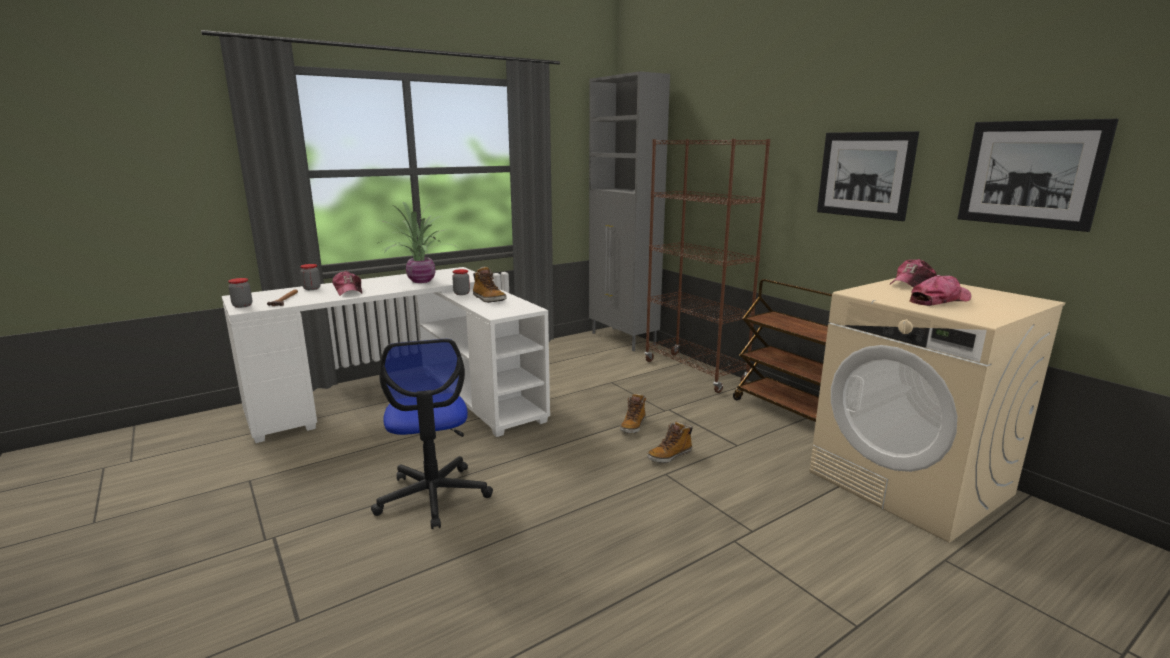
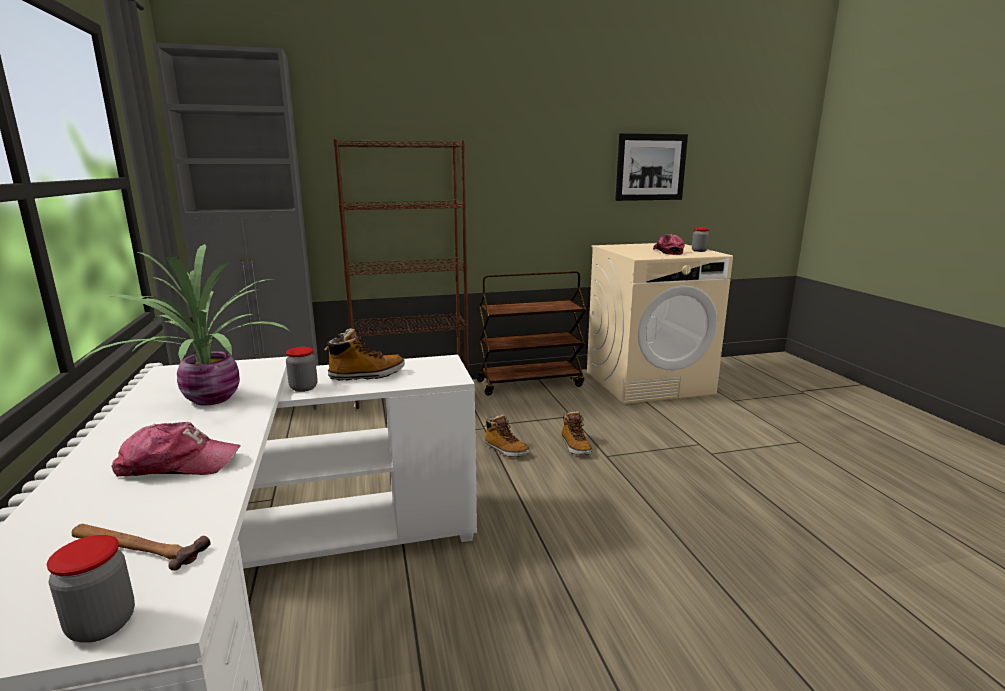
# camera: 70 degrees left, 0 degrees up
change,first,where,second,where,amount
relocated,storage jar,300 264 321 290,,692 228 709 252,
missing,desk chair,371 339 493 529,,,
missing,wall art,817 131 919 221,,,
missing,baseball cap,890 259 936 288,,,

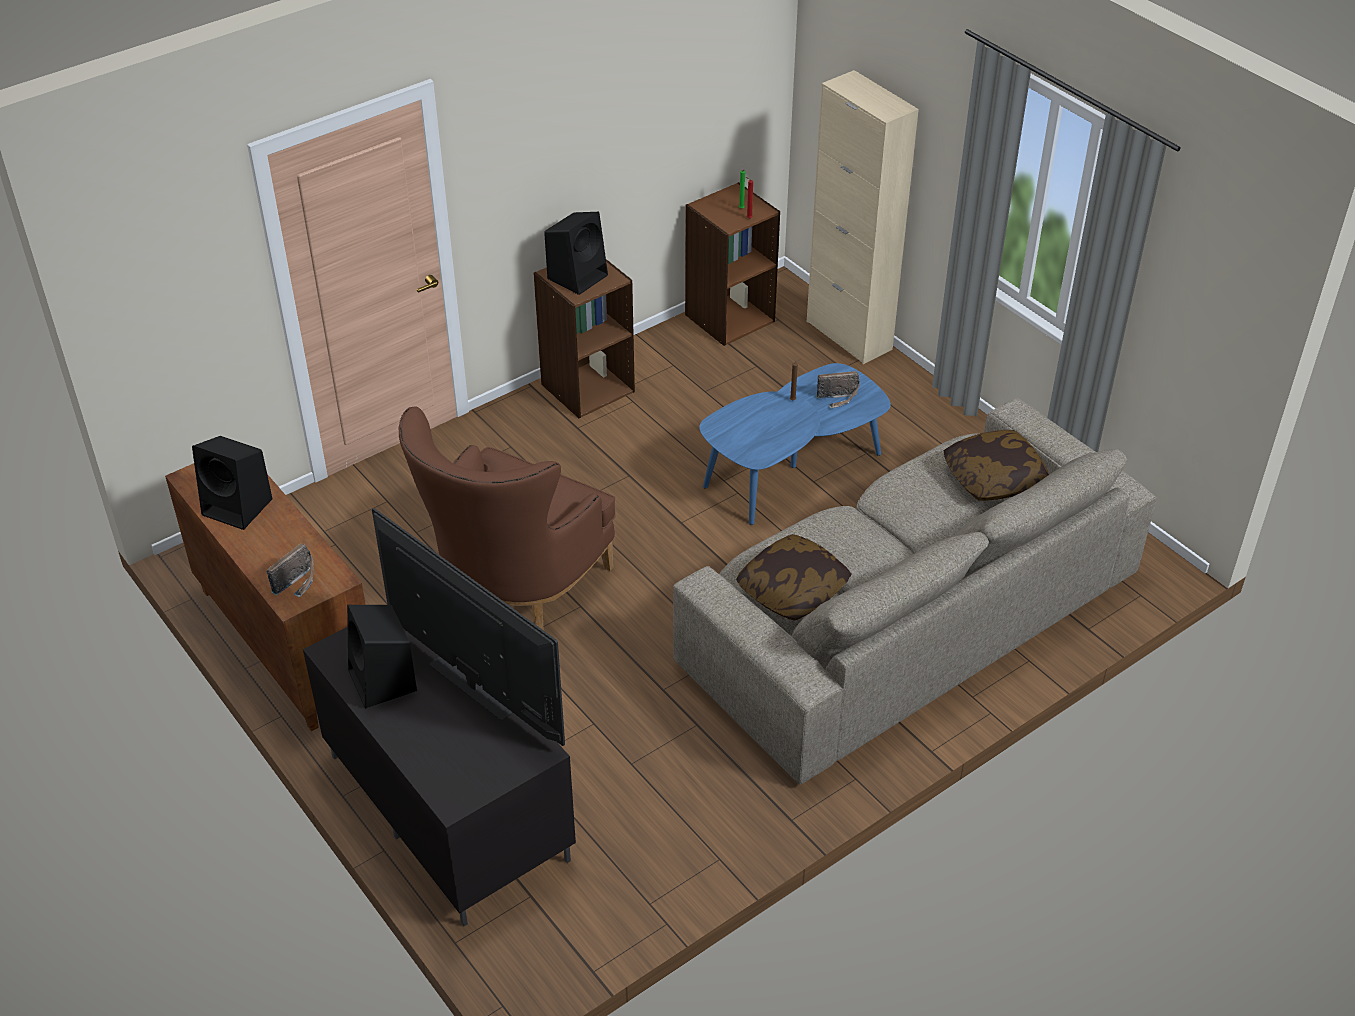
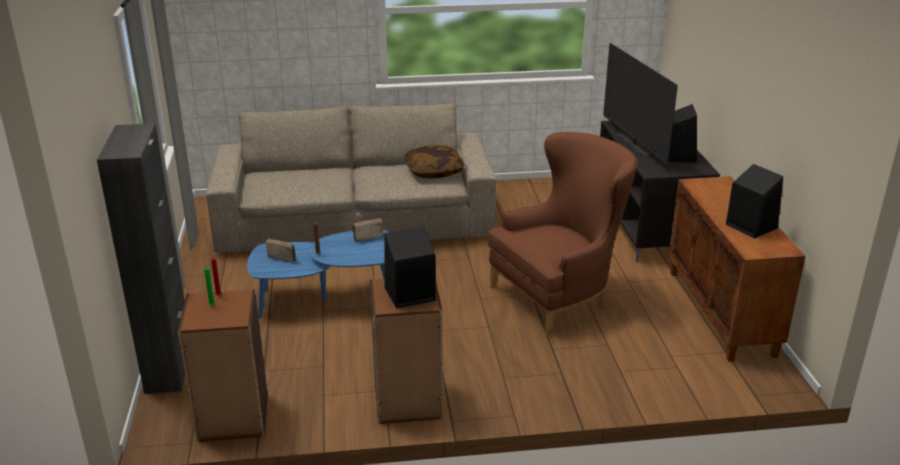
# camera: 150 degrees left, 15 degrees down
change,first,where,second,where,amount
colour,cupboard (beige),807 70 919 364,cupboard (black-coloured),97 123 185 394,
relocated,radio,267 543 314 597,,352 218 384 241,
missing,throw pillow,943 430 1049 501,,,

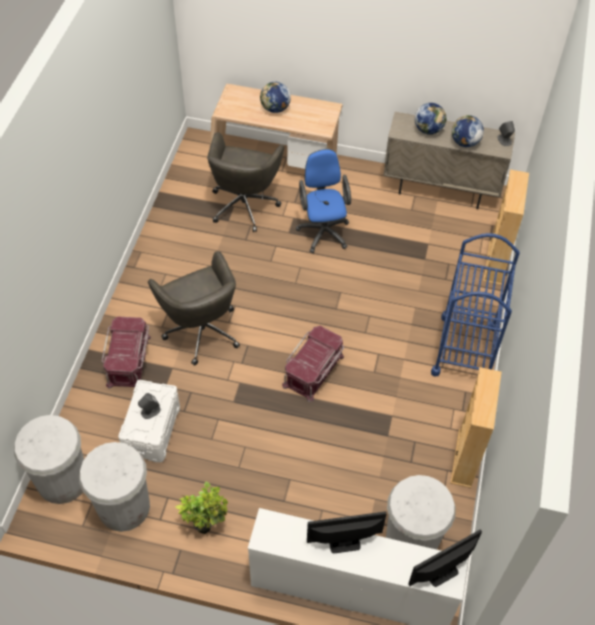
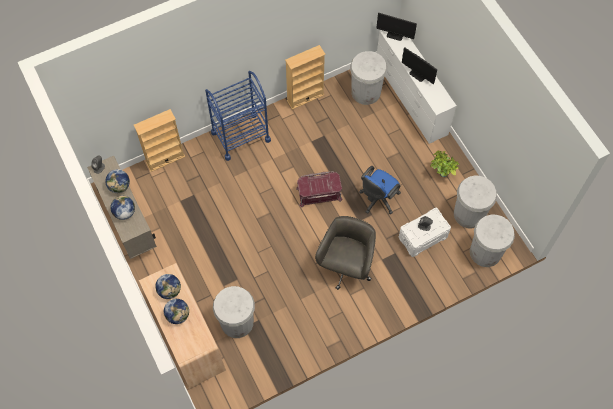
# camera: 130 degrees left, 10 degrees up
change,first,where,second,where,amount
appeared,,,world globe,155 274 181 299,
exchanged,desk chair (grey),207 132 284 232,trash can (white-coloured),213 286 255 338,
relocated,desk chair (bluish),296 149 351 253,,359 166 401 214,
missing,storage container (red),102 317 151 389,,,

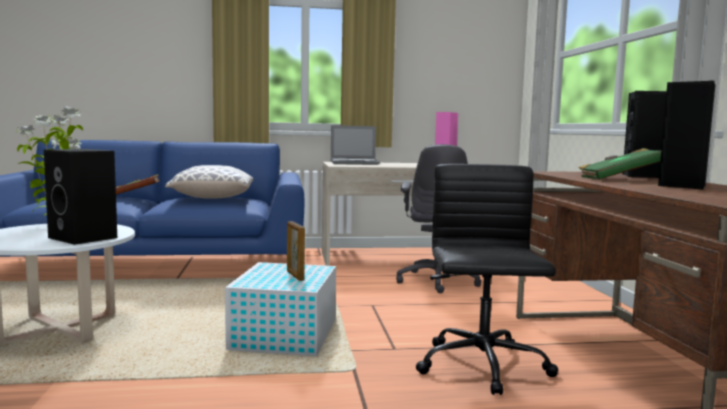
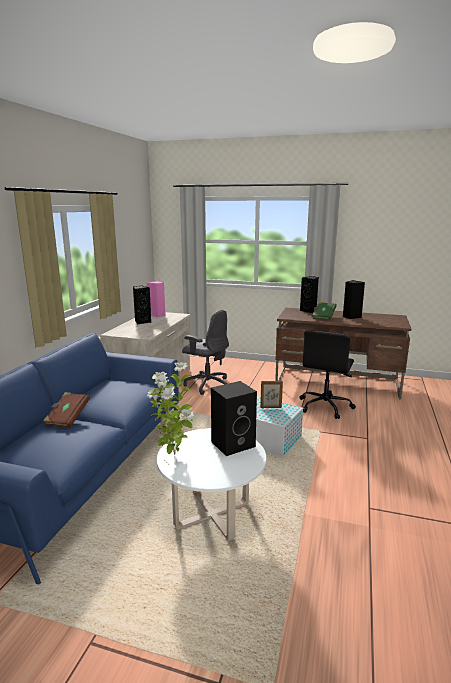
# camera: 65 degrees left, 10 degrees up
change,first,where,second,where,amount
appeared,,,speaker (black-coloured),133 286 151 324,
spun,desk chair (black-coloured),416 164 558 395,,299 331 356 419,90 degrees counterclockwise
missing,throw pillow,165 165 253 199,,,
missing,notebook computer,331 125 380 165,,,

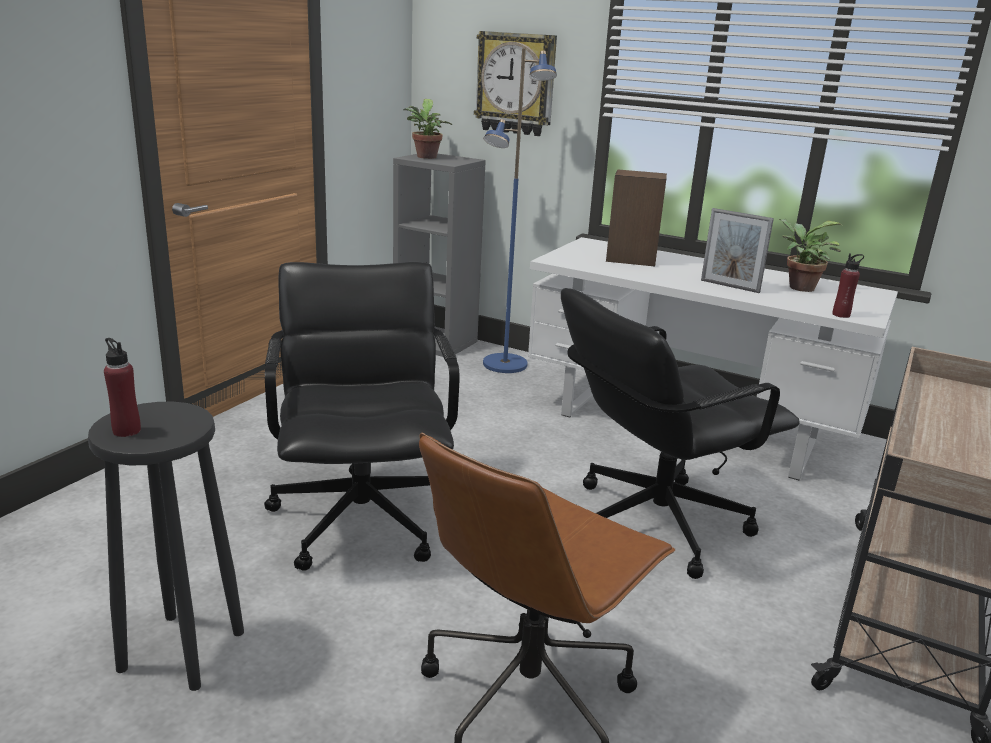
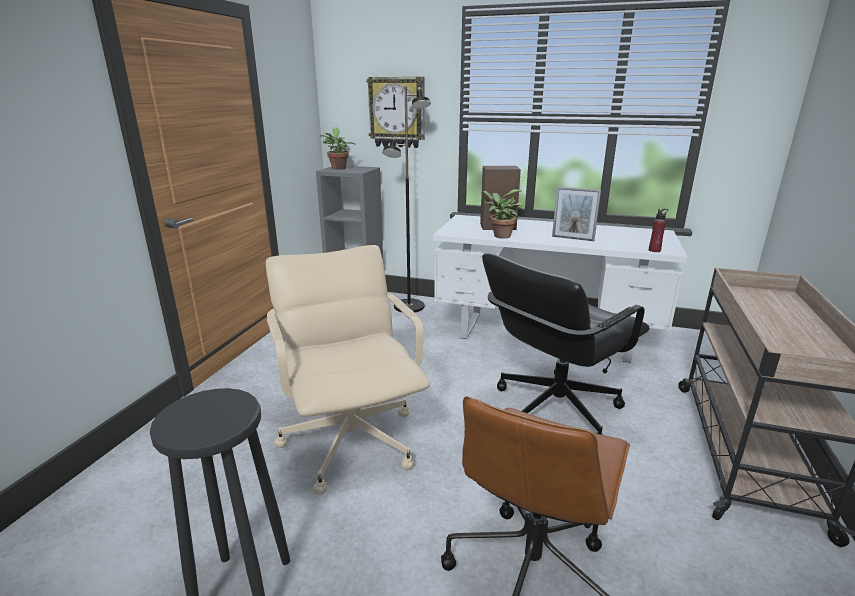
# camera: 10 degrees left, 0 degrees up
change,first,where,second,where,amount
colour,desk chair (black-coloured),264 262 459 571,desk chair (beige),266 245 430 495,
colour,standard lamp (bluish),483 48 557 373,standard lamp (black-coloured),382 86 431 313,
relocated,houseplant,779 219 842 292,,482 189 523 239,
missing,drink bottle (red),104 338 141 437,,,

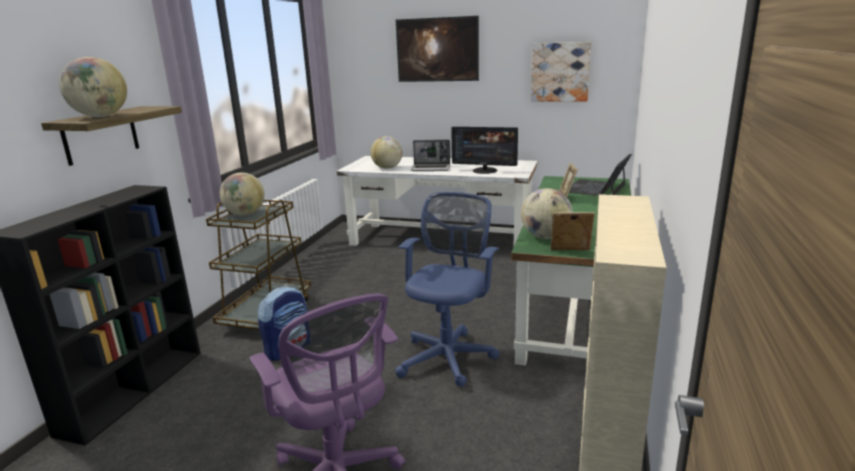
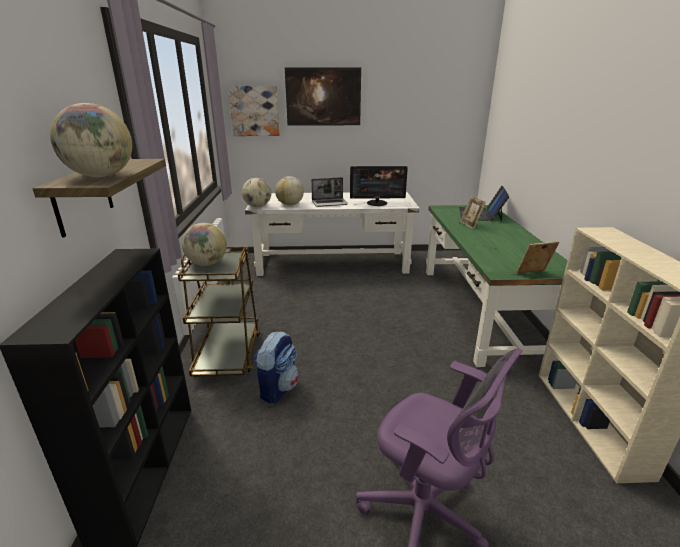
# camera: 20 degrees left, 5 degrees up
change,first,where,second,where,amount
relocated,wall art,531 42 591 102,,228 86 280 136,
relocated,world globe,521 188 573 239,,242 178 271 207,
missing,desk chair (bluish),395 192 499 387,,,

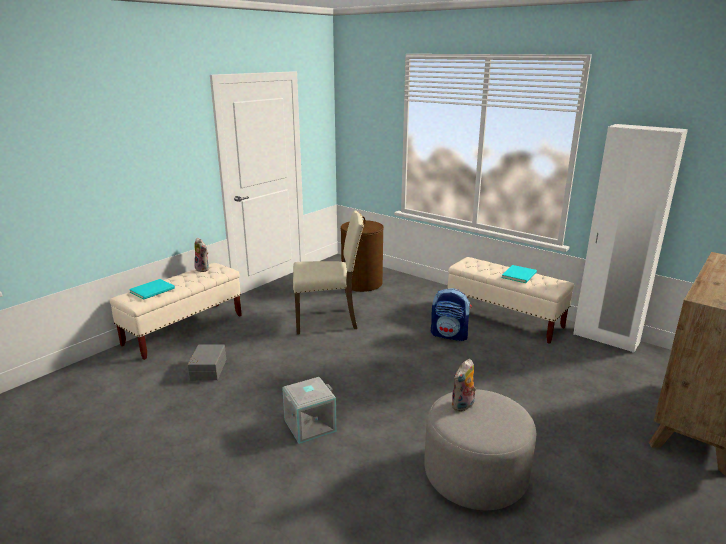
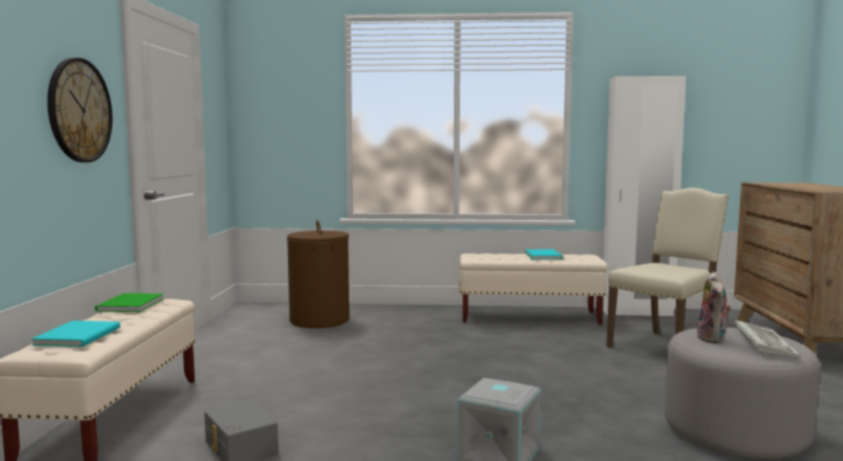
# camera: 35 degrees left, 15 degrees down
change,first,where,second,where,amount
appeared,,,hanging clock,47 58 113 163,
exchanged,soft toy,194 238 208 272,volume (greenish),95 293 164 312,
relocated,upright chair (beige),293 211 364 334,,606 188 729 348,
appeared,,,keyboard,735 320 801 357,
missing,knapsack,431 288 472 341,,,

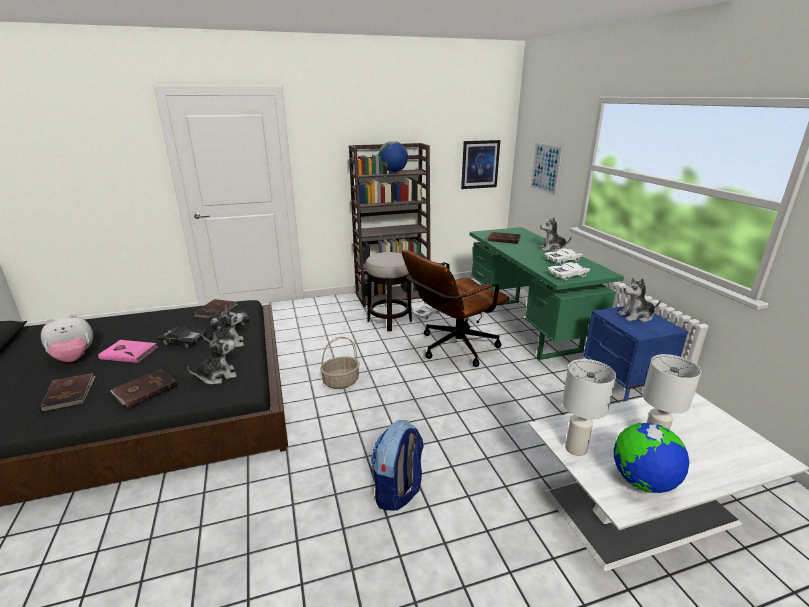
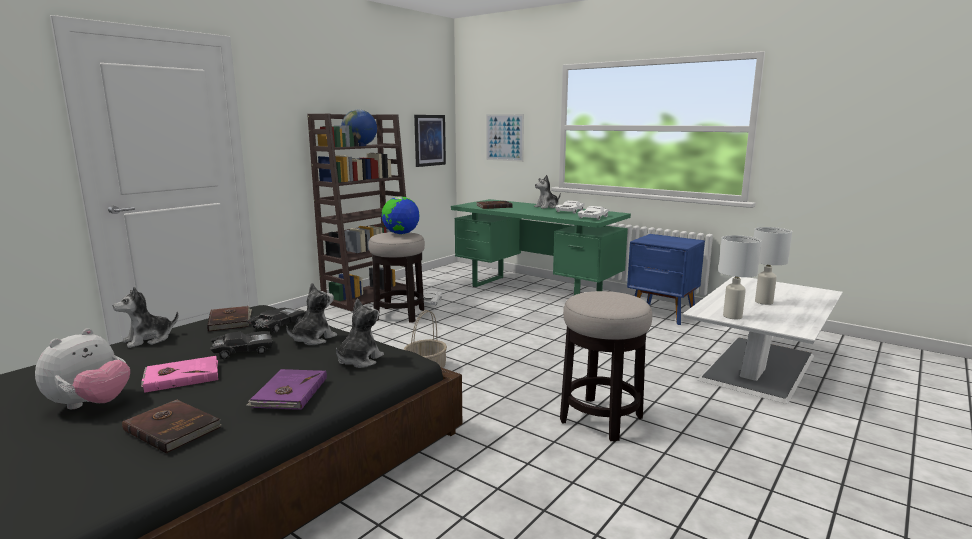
# camera: 35 degrees left, 10 degrees down
change,first,where,second,where,amount
relocated,soft toy,618 278 661 322,,112 287 178 348,
colour,volume (brown),110 369 177 408,volume (purple-coloured),246 369 327 410,
relocated,world globe,614 423 689 493,,382 196 419 235,
exchanged,knapsack,371 420 424 511,sitting stool,560 291 652 442,
missing,desk chair (brown),402 250 509 367,,,

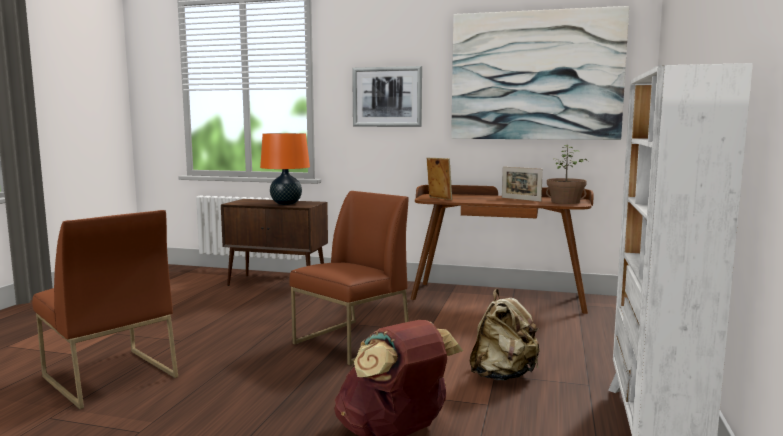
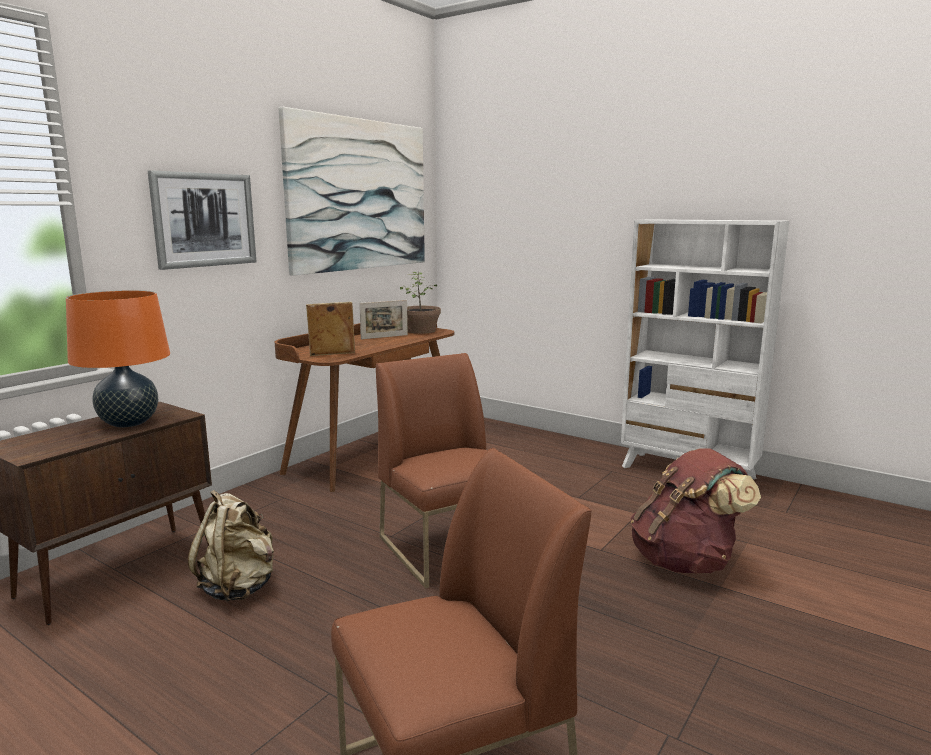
# camera: 70 degrees left, 5 degrees up
change,first,where,second,where,amount
relocated,knapsack (beige),469 289 540 381,,188 490 274 601,

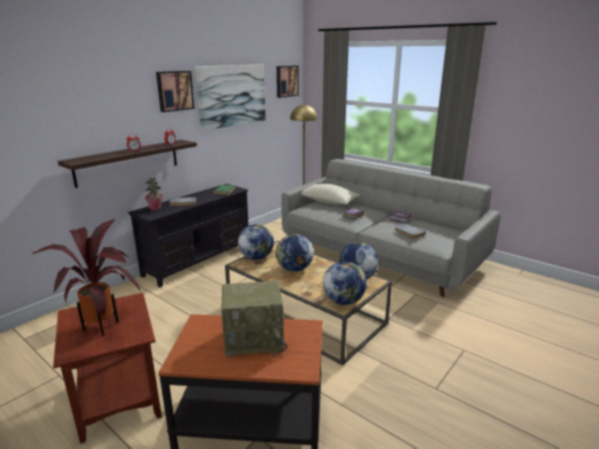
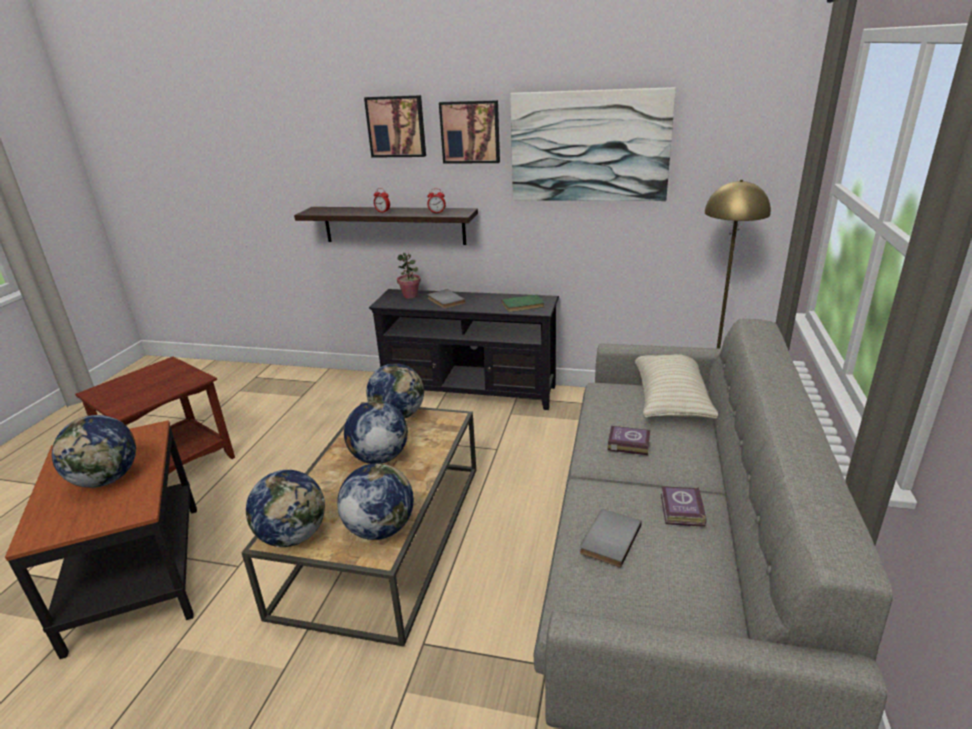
# camera: 65 degrees right, 5 degrees up
change,first,where,second,where,amount
exchanged,radio,221 280 287 358,world globe,52 415 136 488,
relocated,wall art,277 66 299 98,,364 95 426 158,
missing,houseplant,32 219 140 335,,,

